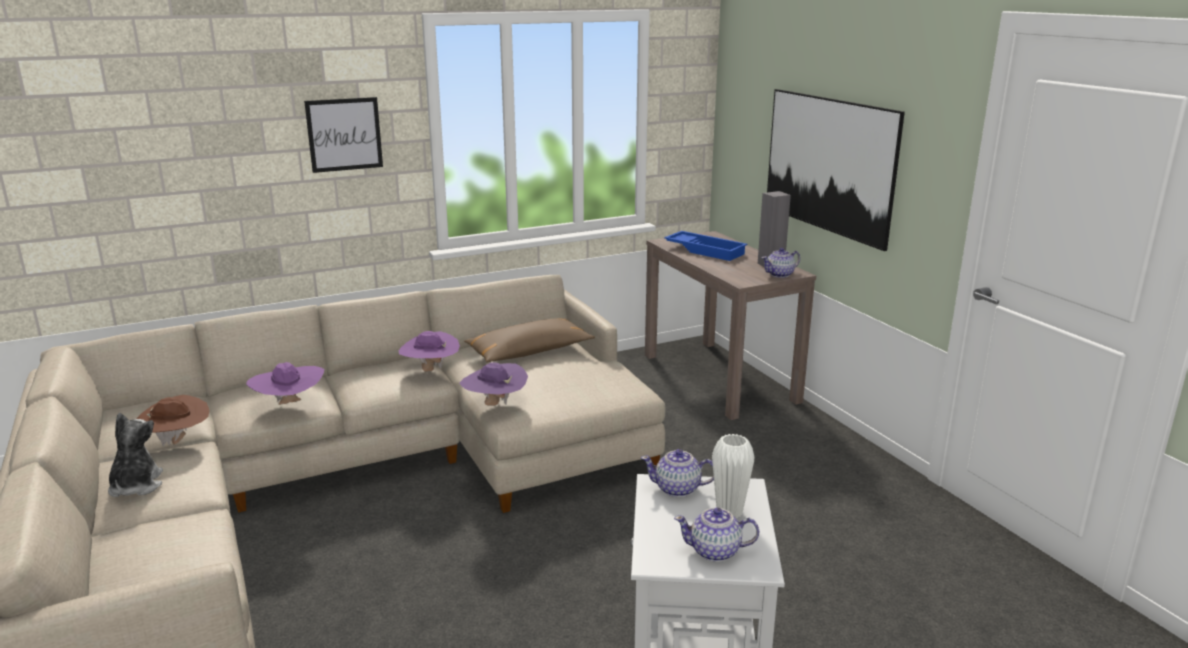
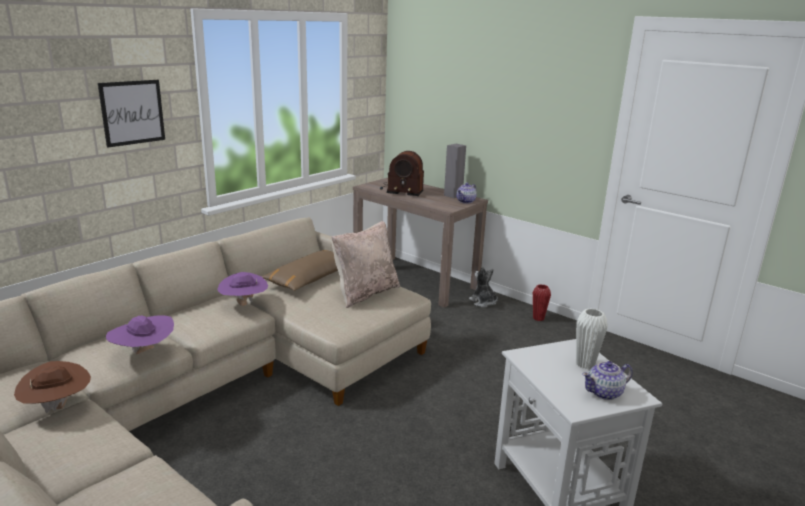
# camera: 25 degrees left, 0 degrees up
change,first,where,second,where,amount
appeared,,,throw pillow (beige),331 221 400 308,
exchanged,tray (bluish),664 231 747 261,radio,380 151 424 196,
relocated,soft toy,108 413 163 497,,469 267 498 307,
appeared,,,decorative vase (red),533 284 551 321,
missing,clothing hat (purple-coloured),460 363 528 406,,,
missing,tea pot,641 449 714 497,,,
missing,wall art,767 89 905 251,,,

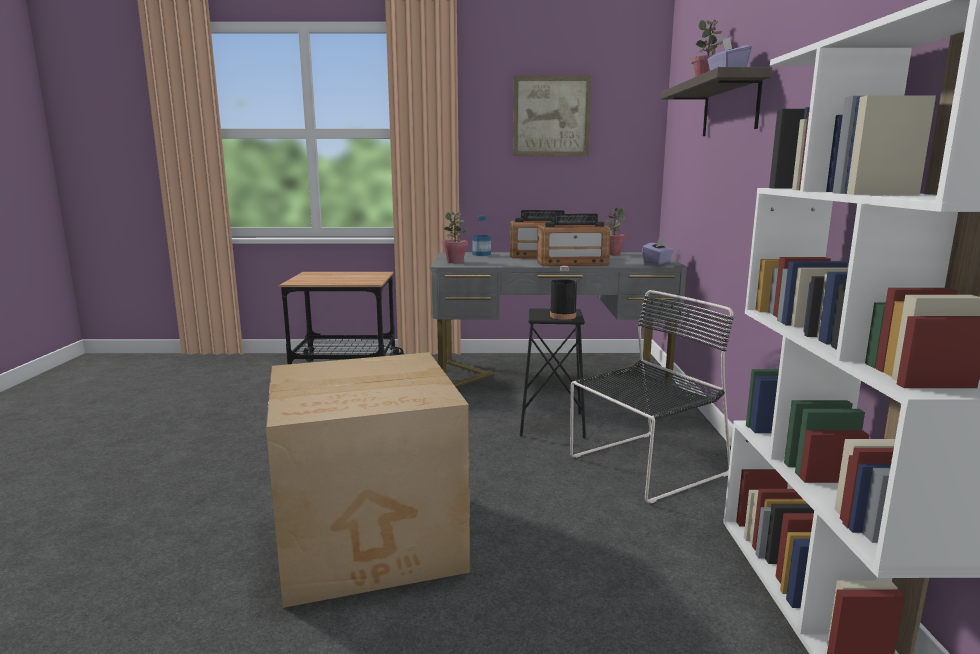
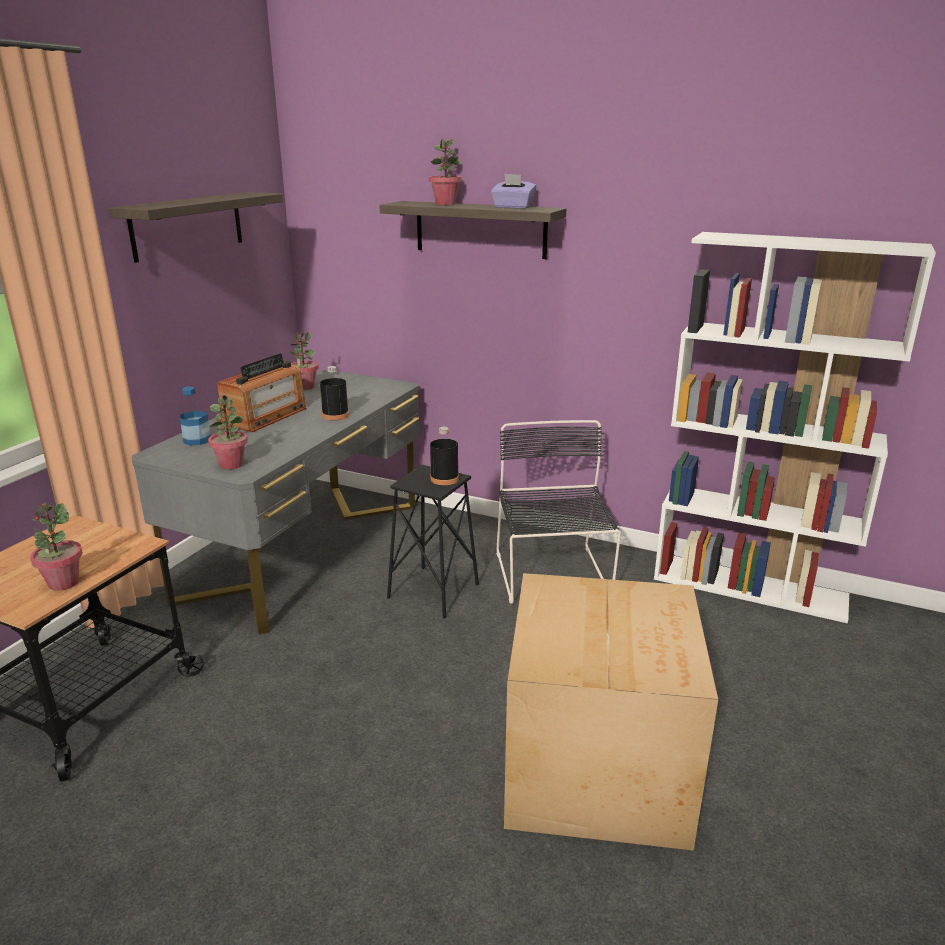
# camera: 65 degrees left, 10 degrees up
change,first,where,second,where,amount
appeared,,,houseplant,30 502 83 591,
exchanged,wall art,513 76 591 156,bracket shelf,108 192 283 263,
exchanged,radio,537 214 610 266,drink bottle (black-coloured),320 366 349 420,
missing,tissue box (purple-coloured),642 238 674 265,,,

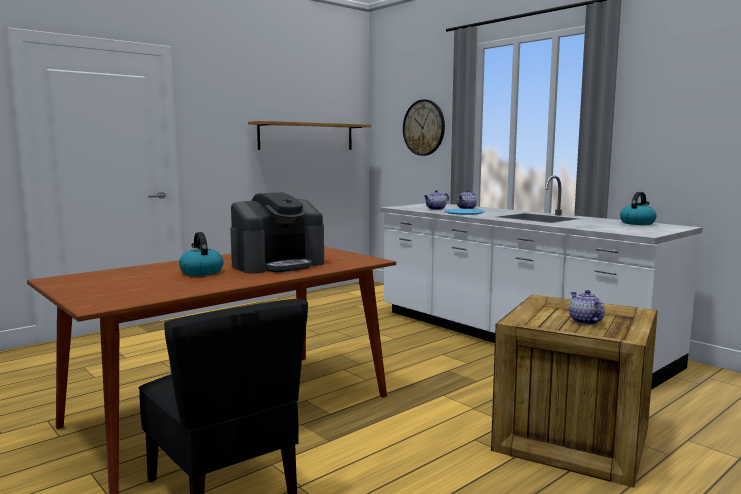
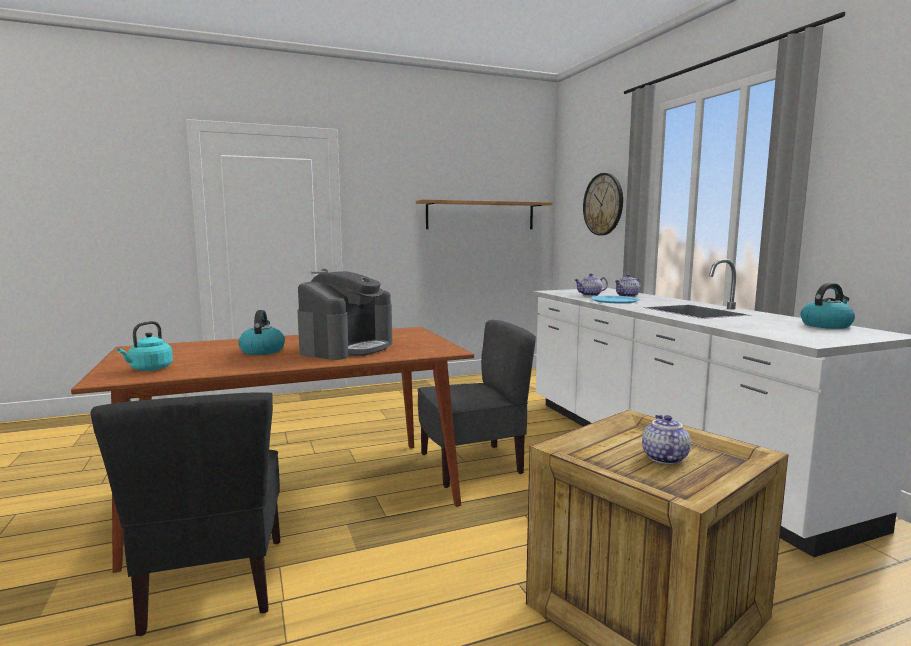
# camera: 20 degrees right, 0 degrees up
change,first,where,second,where,amount
appeared,,,tea kettle (blue-green),117 321 173 371,
spun,coffee maker,230 192 324 274,,297 271 392 360,45 degrees counterclockwise
appeared,,,upright chair (grey),418 320 536 488,

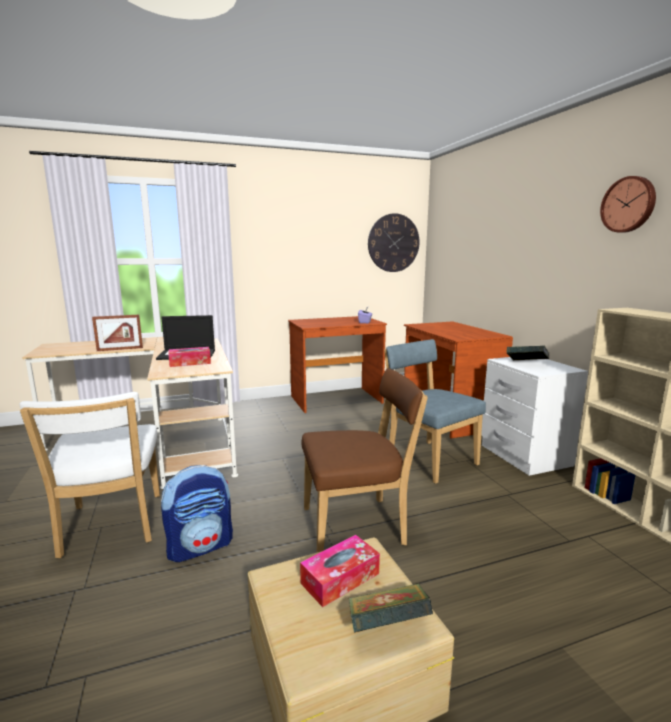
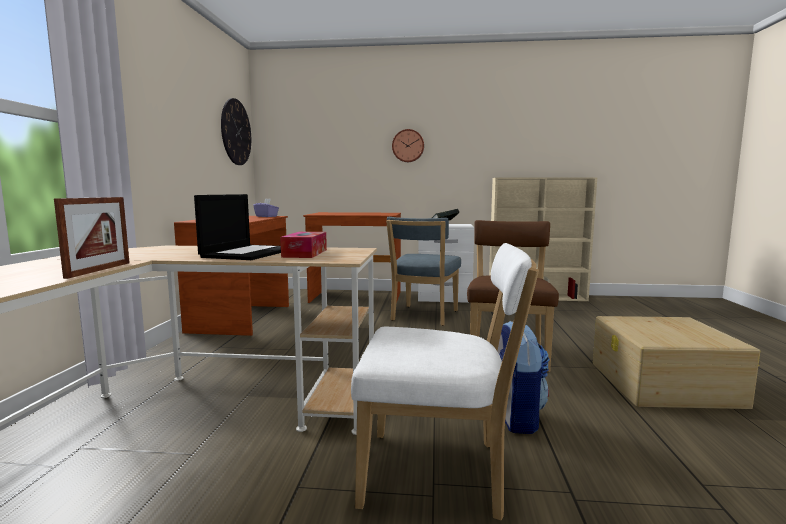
# camera: 65 degrees left, 5 degrees down
change,first,where,second,where,amount
spun,upright chair (bluish),384 339 486 484,,386 217 461 326,60 degrees counterclockwise
relocated,hanging clock,600 176 656 233,,392 129 424 162,
missing,tissue box,300 535 380 607,,,
missing,volume,349 583 433 633,,,

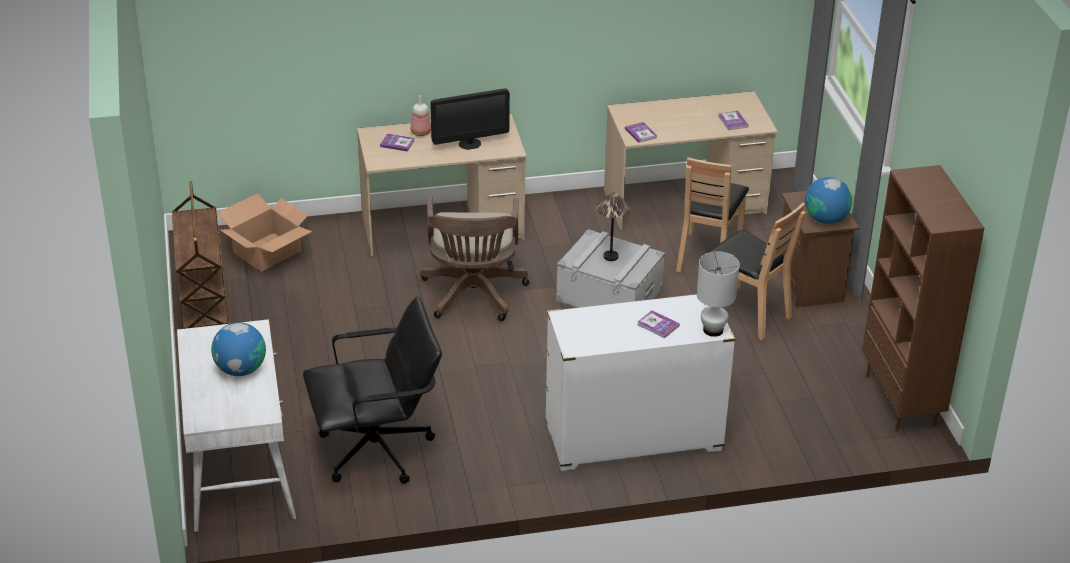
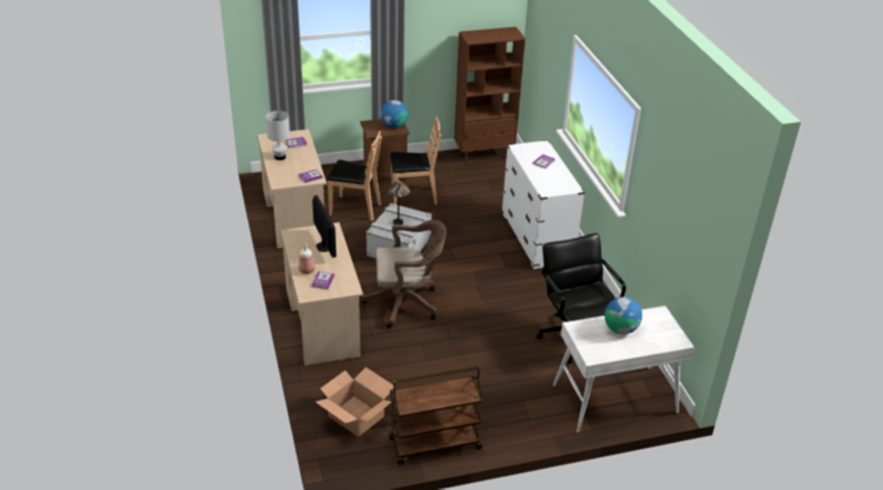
# camera: 95 degrees left, 0 degrees up
change,first,where,second,where,amount
relocated,tabletop lamp (white-coloured),697 251 740 337,,266 111 290 160,
spun,upright chair (brown),707 203 806 340,,390 116 441 205,45 degrees clockwise

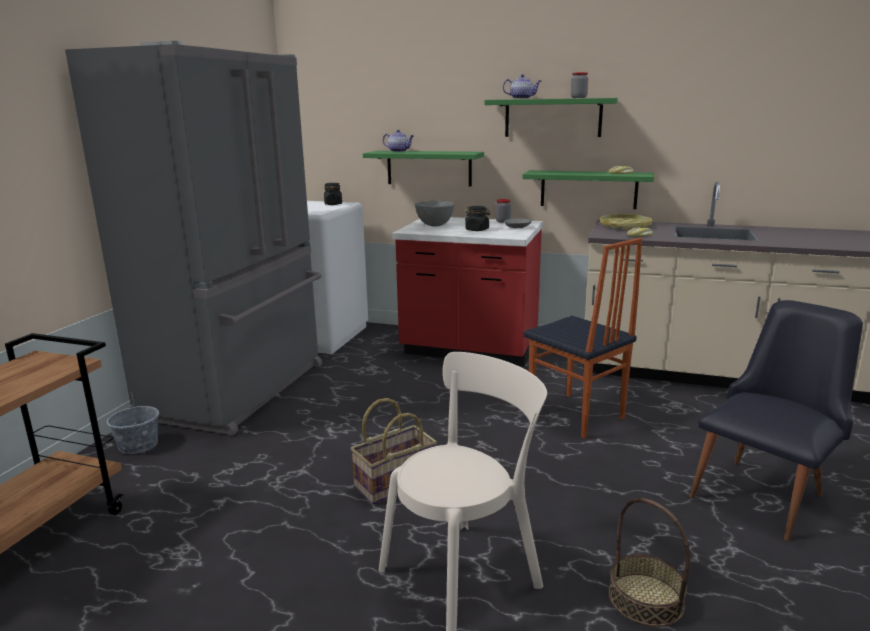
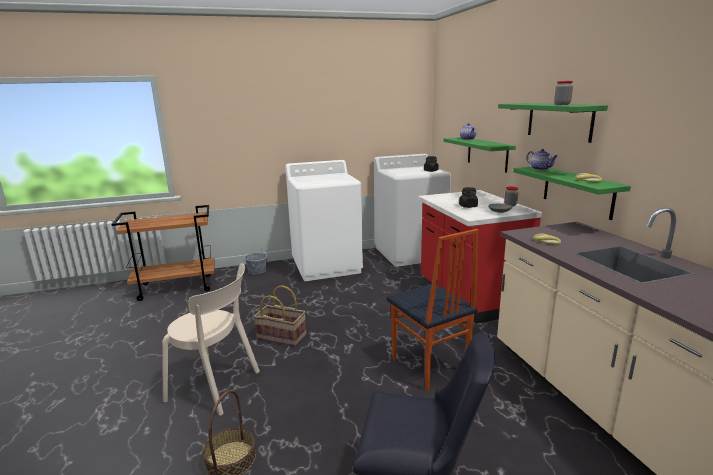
# camera: 55 degrees right, 0 degrees up
change,first,where,second,where,amount
exchanged,kitchen fridge (grey),65 41 322 435,laundry machine (white-coloured),285 160 363 281,
spun,upright chair,524 238 642 439,,387 229 478 391,45 degrees counterclockwise
relocated,tea pot,503 74 541 99,,526 149 558 170,
missing,bowl (grey),415 201 454 227,,,
missing,tray (yellow),600 214 652 230,,,

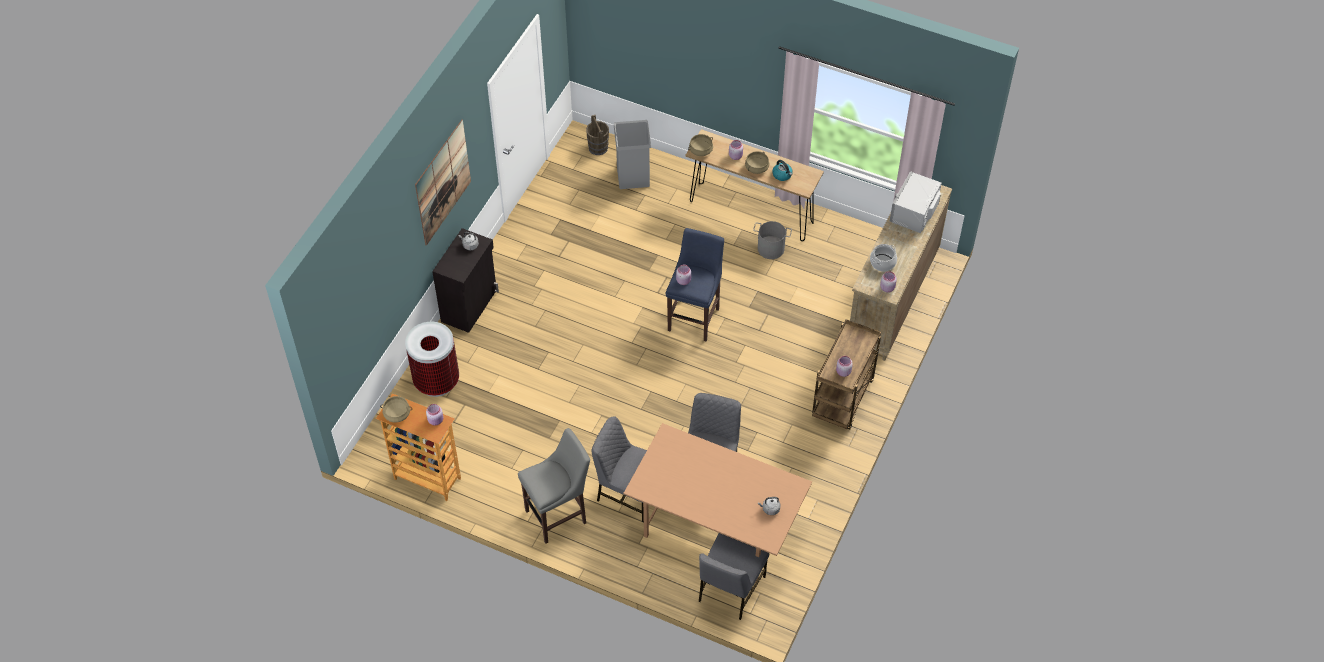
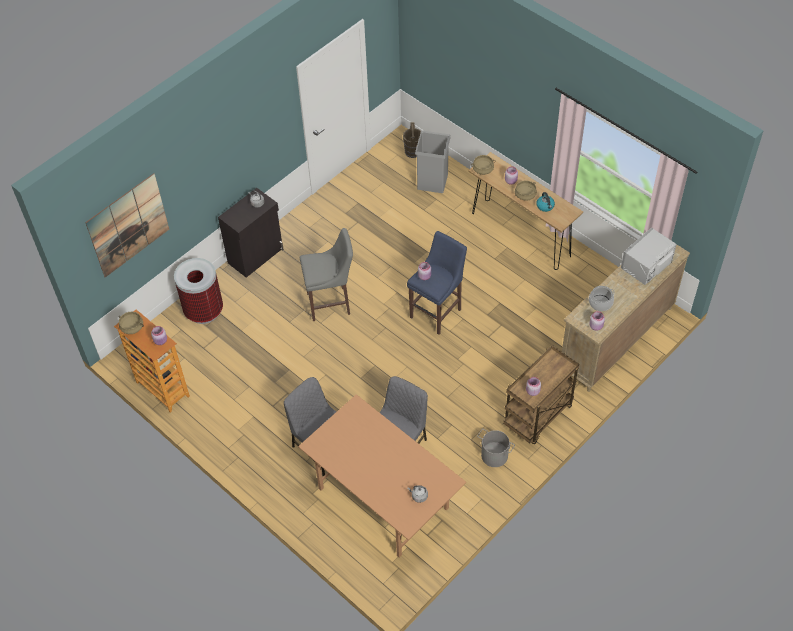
# camera: 20 degrees right, 0 degrees up
change,first,where,second,where,amount
relocated,wall art,415 120 471 246,,85 173 169 277,
relocated,sitting stool (grey),518 428 590 544,,300 228 353 321,
relocated,bucket (grey),753 221 792 259,,477 429 515 467,
missing,upright chair (grey),699 533 769 620,,,

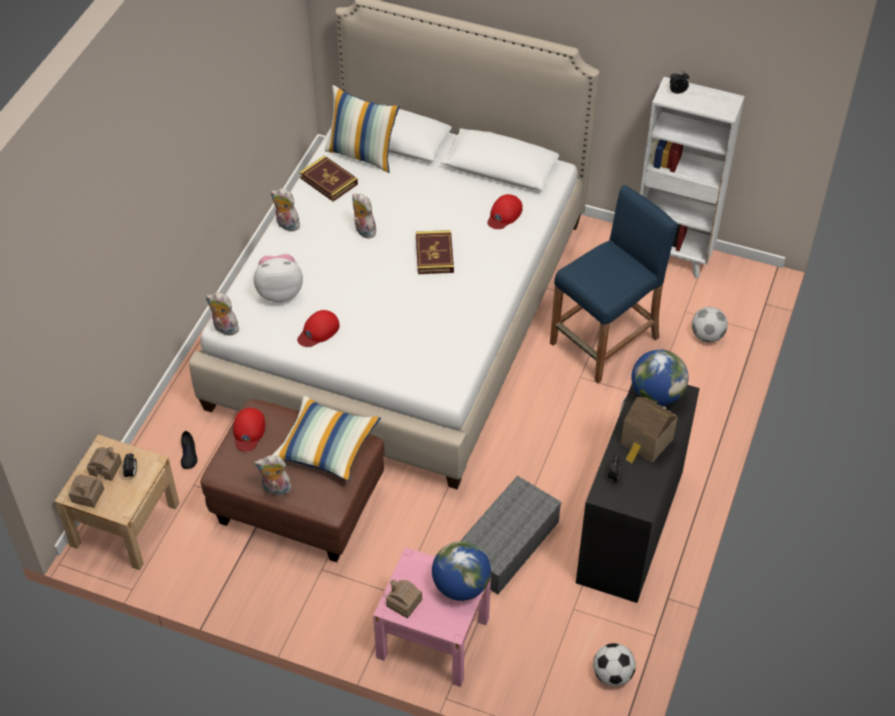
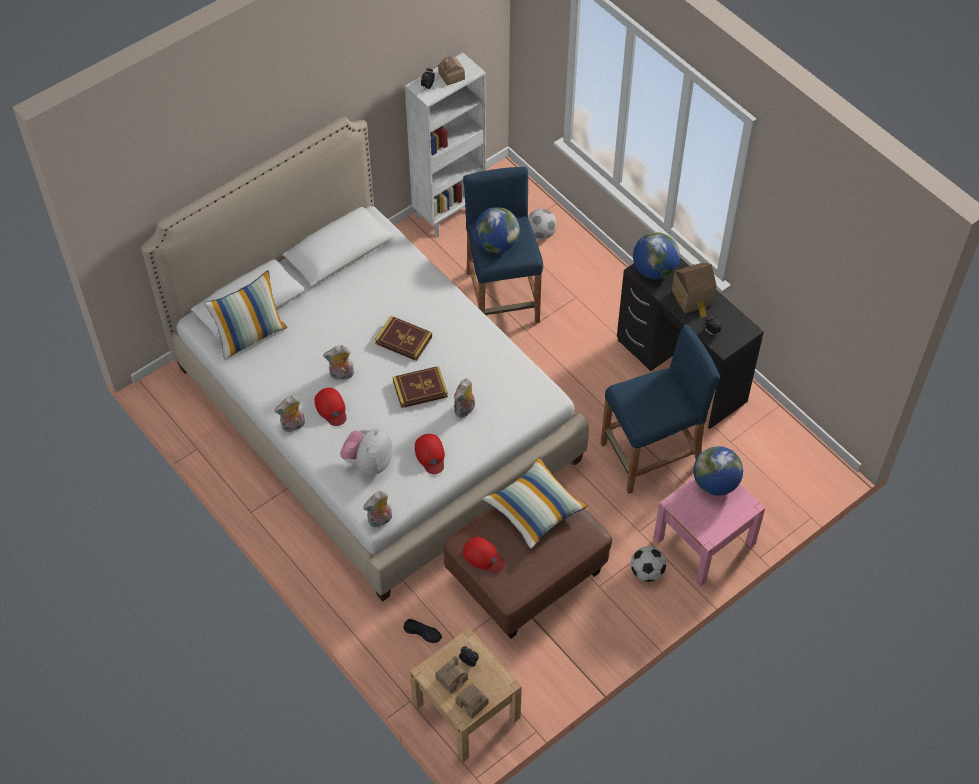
# camera: 60 degrees left, 5 degrees up
change,first,where,second,where,amount
relocated,baseball cap (red),487 194 523 229,,315 388 347 426,
relocated,volume,299 155 358 202,,393 366 448 408,
relocated,model house,386 580 422 619,,438 56 465 86,
relocated,soft toy,254 455 291 498,,454 378 475 418,
appeared,,,world globe,474 207 520 253,
exchanged,storage container (grey),460 475 562 594,sitting stool (bluish),600 325 720 494,
relocated,football,593 643 636 686,,631 546 666 582,

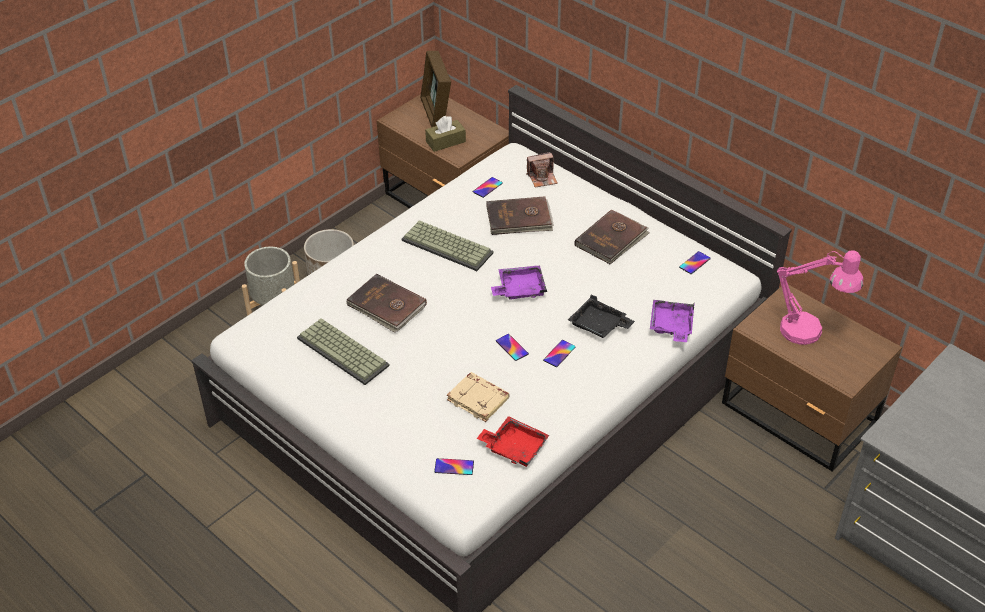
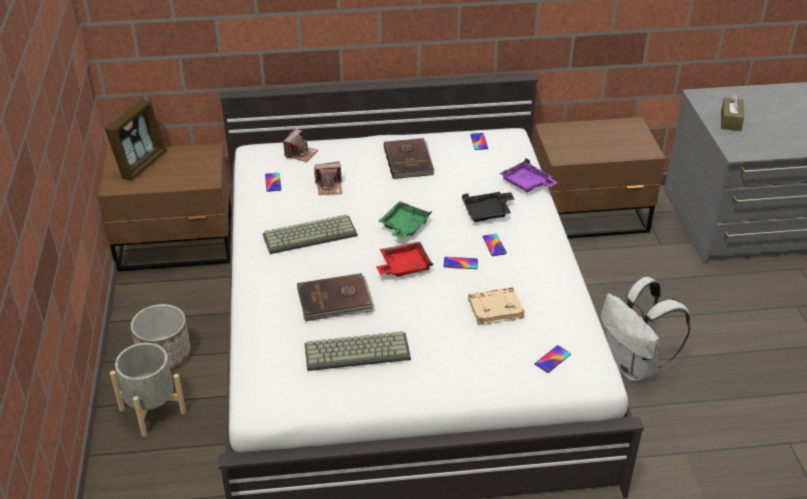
# camera: 50 degrees left, 5 degrees down
change,first,where,second,where,amount
spun,picture frame,420 51 451 127,,105 100 166 180,90 degrees counterclockwise
exchanged,volume (brown),487 196 554 235,still camera,314 162 342 195,
relocated,tray (red),476 416 549 467,,376 242 433 277,
colour,tray (purple-coloured),491 265 547 300,tray (greenish),379 201 432 239,
appeared,,,knapsack (white-coloured),601 277 691 381,
relocated,tissue box (brown),425 116 466 152,,721 94 744 131,
missing,tabletop lamp (pink),777 250 863 345,,,

